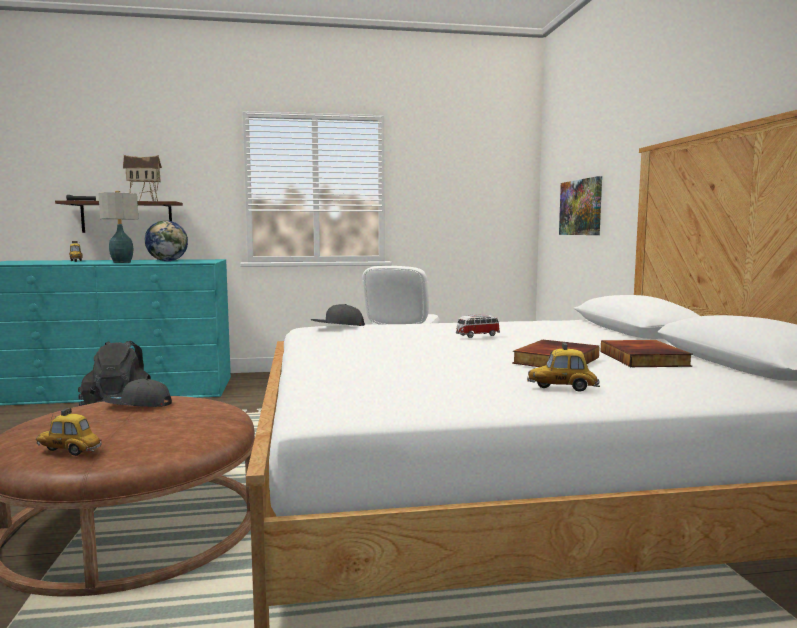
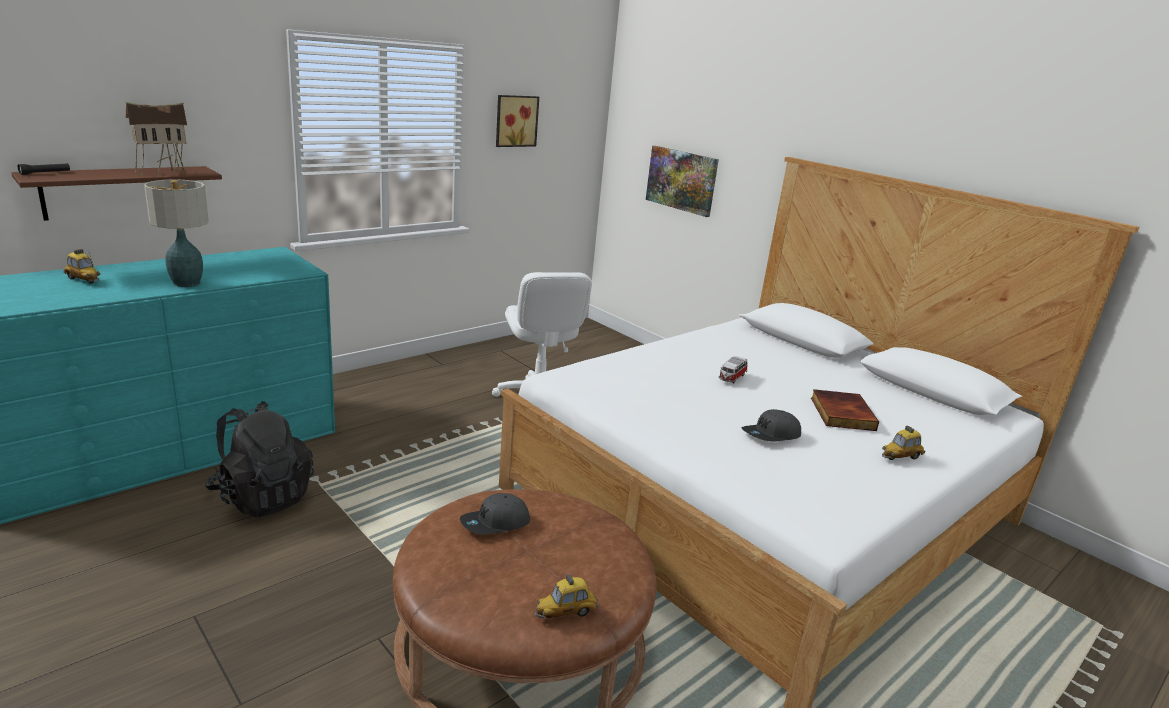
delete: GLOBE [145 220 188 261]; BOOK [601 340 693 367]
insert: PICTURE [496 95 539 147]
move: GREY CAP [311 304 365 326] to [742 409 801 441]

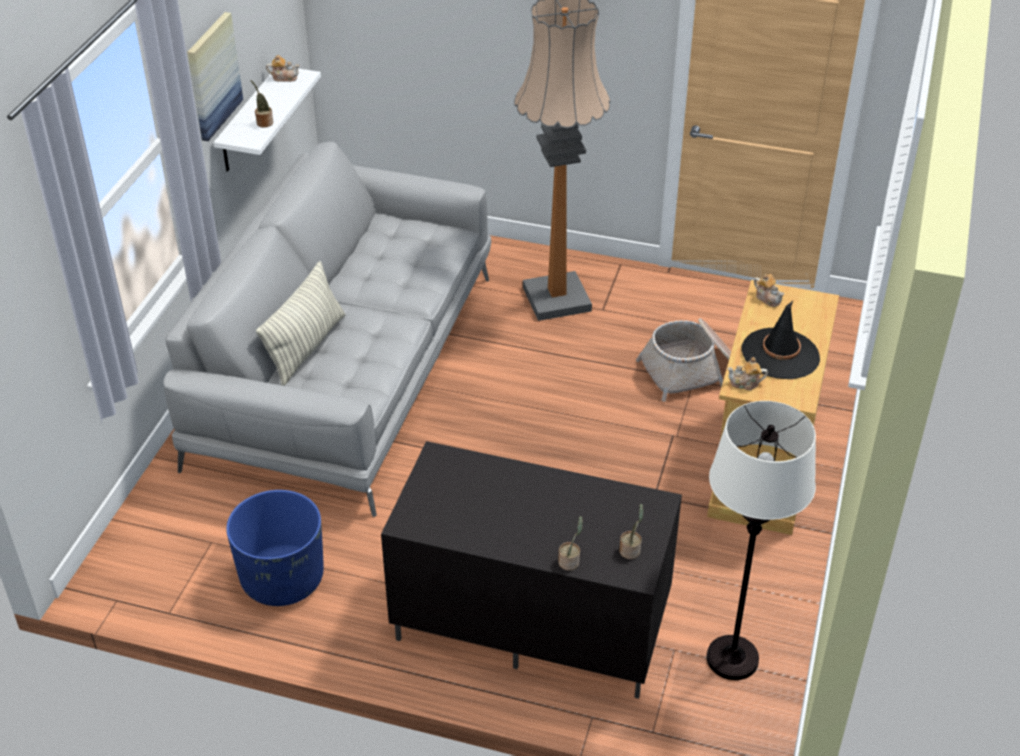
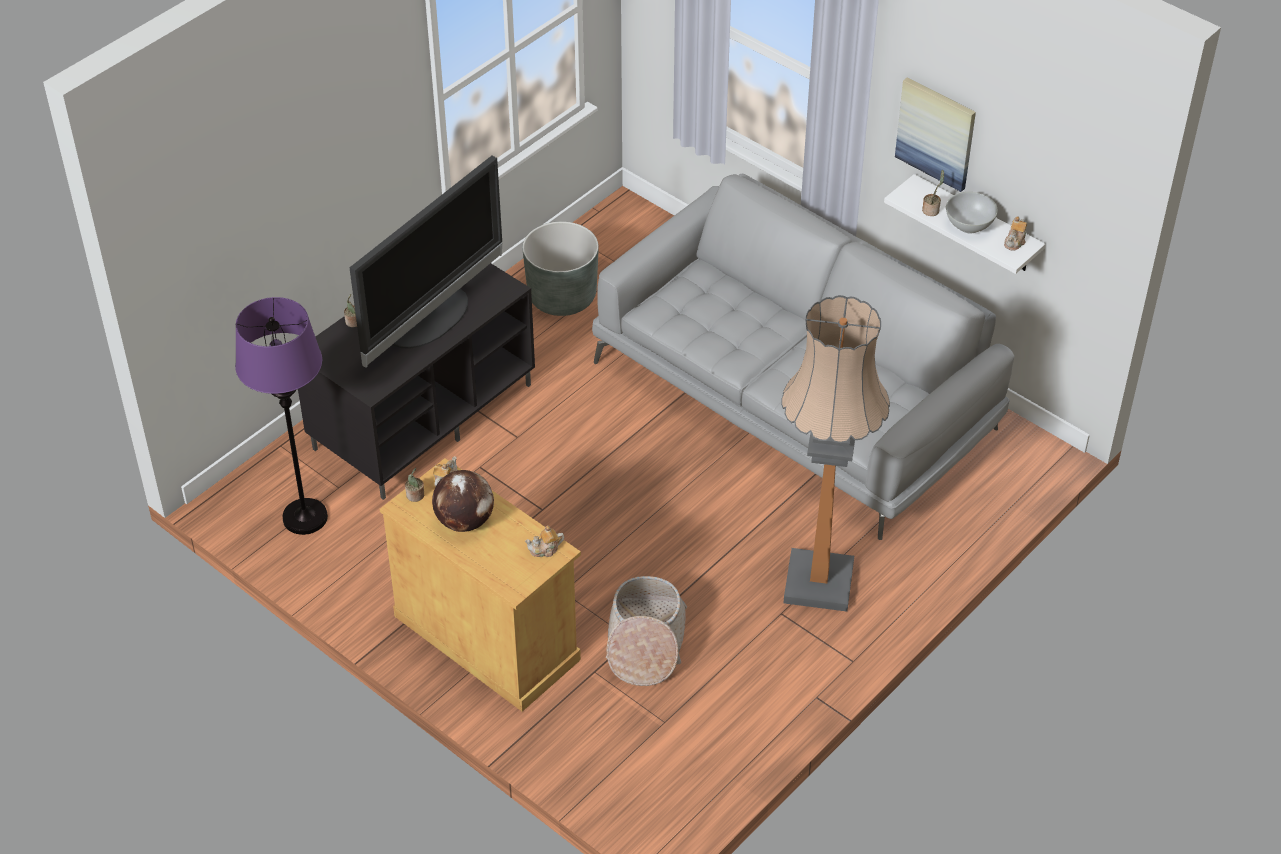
delete: PILLOW [256 261 345 386]
insert: TELEVISION [349 156 502 367]; WHITE BOWL [946 192 998 233]
move: POTTED PLANT [619 504 644 559] to [405 468 424 502]
replace: BLACK HAT [741 301 820 379] to GLOBE [432 470 494 532]
recolor: WHITE FLOOR LAMP [706 401 816 680] to PURPLE FLOOR LAMP [235 297 328 535]; BLUE PLANTER [226 490 324 606] to GREY PLANTER [522 221 599 316]

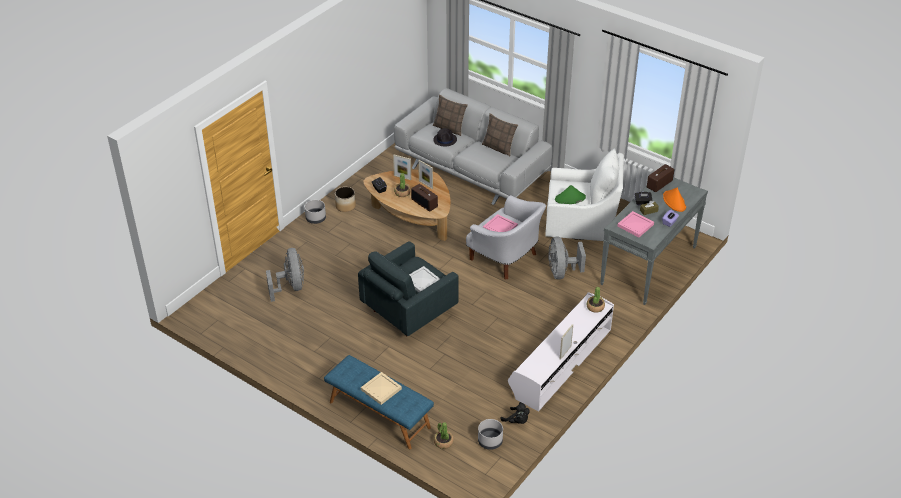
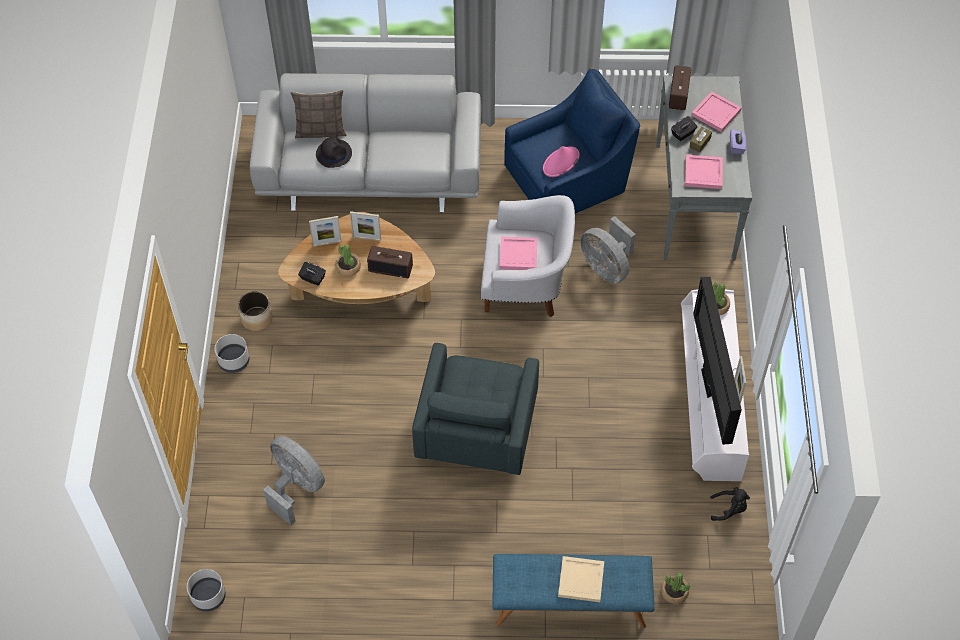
delete: PILLOW [482 113 518 156]; WHITE TRAY [409 266 440 292]
insert: TELEVISION [693 276 742 445]
move: GREY PLANTER [478 419 503 450] to [187 569 226 612]
replace: ORANGE HAT [663 188 686 212] to PINK TRAY [691 91 742 132]
recolor: WHITE ARMCHAIR [545 148 624 241] to BLUE ARMCHAIR [504 68 640 214]; GREEN HAT [555 185 586 204] to PINK HAT [543 146 580 177]

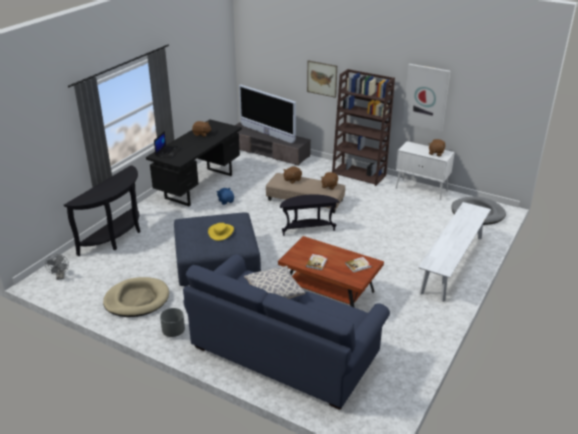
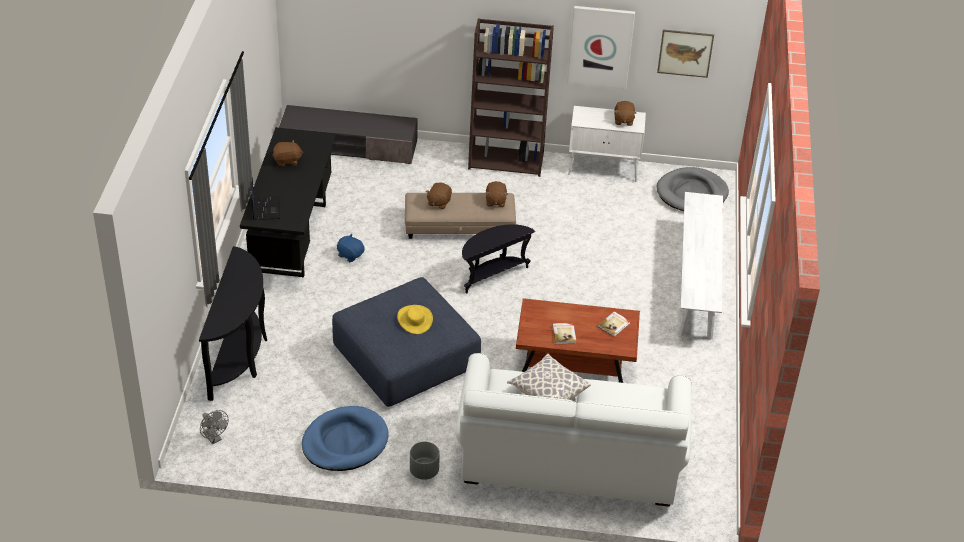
delete: TELEVISION [239 85 296 143]
move: PICTURE [307 60 337 98] to [657 30 714 78]
recolor: BLUE SOFA [183 254 390 410] to WHITE SOFA [456 353 692 507]; BEIGE DOG BED [103 277 169 317] to BLUE DOG BED [302 406 389 471]

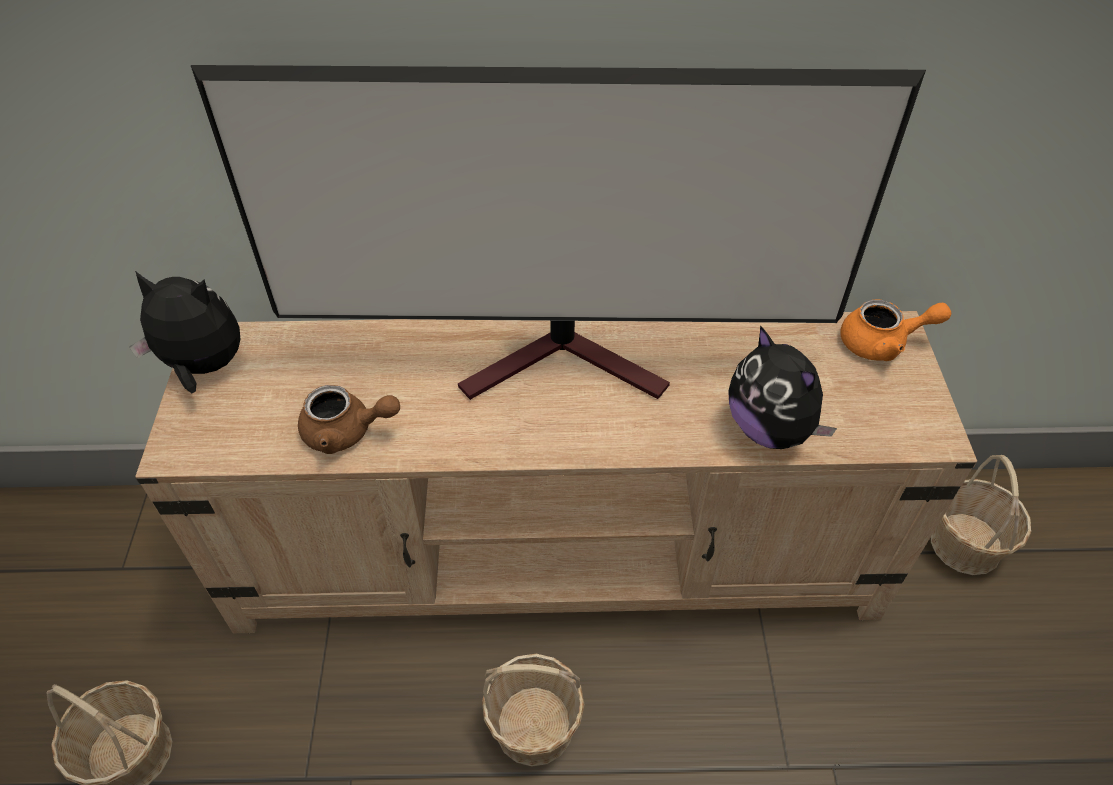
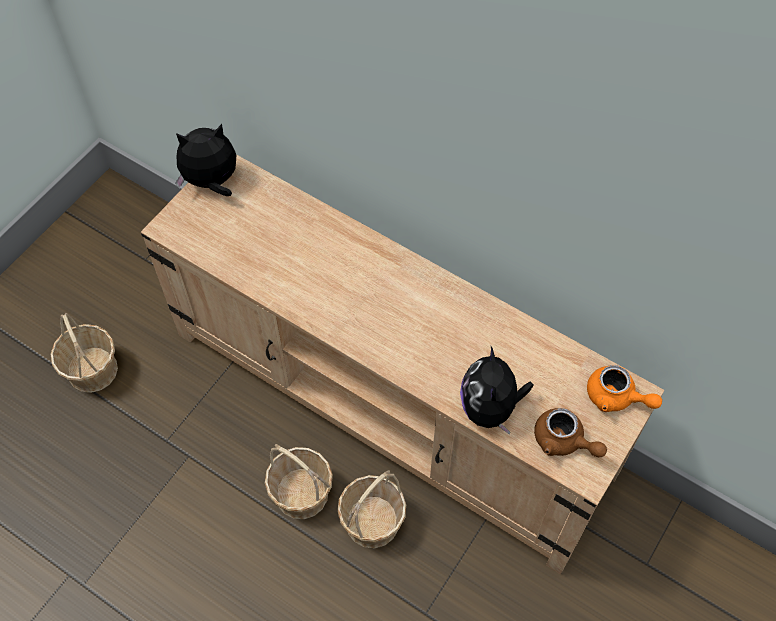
delete: TELEVISION [191 65 926 400]
move: BROWN TEAPOT [298 385 400 454] to [534 408 607 458]; BASKET [931 455 1031 575] to [337 470 406 548]
rotate: PLUSH TOY [129 271 240 393] = [176 124 236 196] 60 degrees counterclockwise

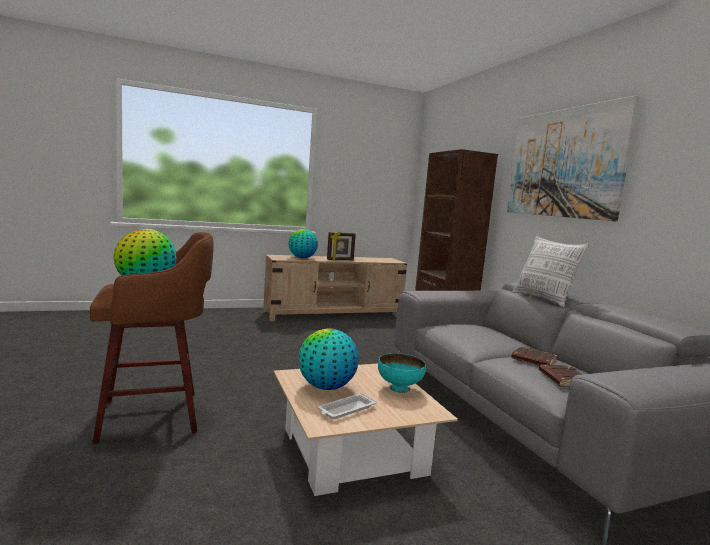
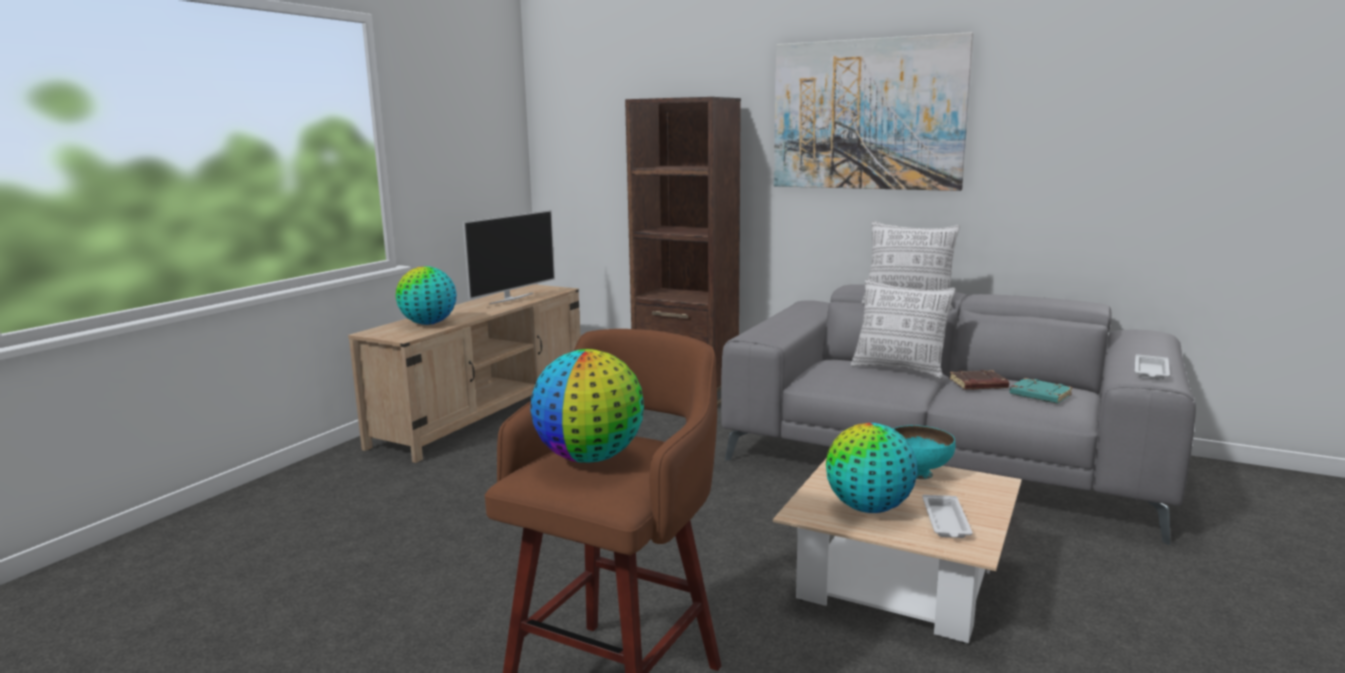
delete: PICTURE FRAME [327 232 356 261]
insert: TELEVISION [463 210 555 304]; PILLOW [851 279 956 379]; WHITE TRAY [1135 354 1170 380]
recolor: BROWN BOOK [539 364 583 387] to TURQUOISE BOOK [1010 378 1073 404]

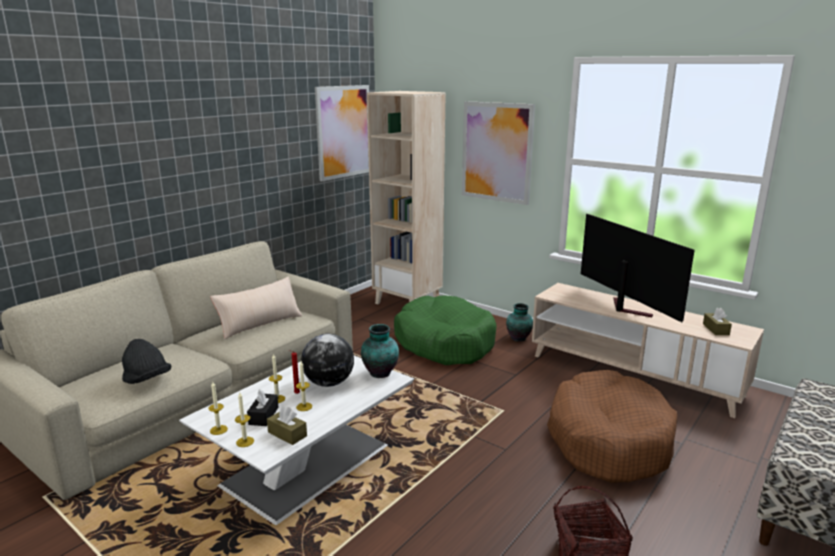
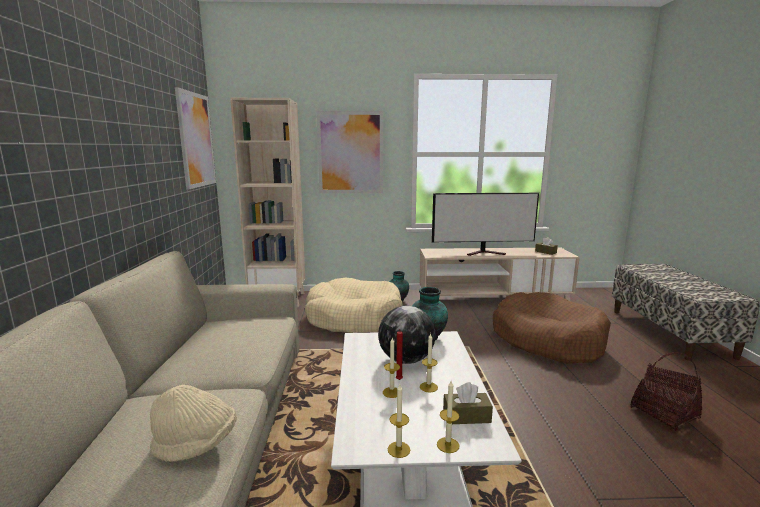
delete: BEIGE PILLOW [210 276 302 339]; BLACK TISSUE BOX [247 389 278 426]
recolor: GREEN DOG BED [394 295 497 365] to BEIGE DOG BED [305 278 403 333]; BLACK HAT [122 339 171 384] to BEIGE HAT [150 385 237 462]
rotate: TELEVISION [581 214 695 322] = [432 193 539 256] 150 degrees clockwise

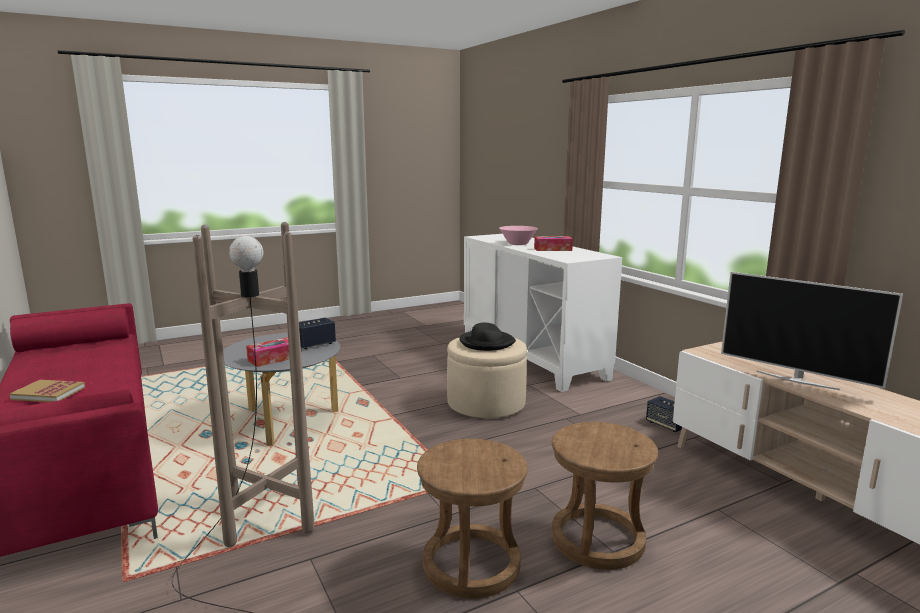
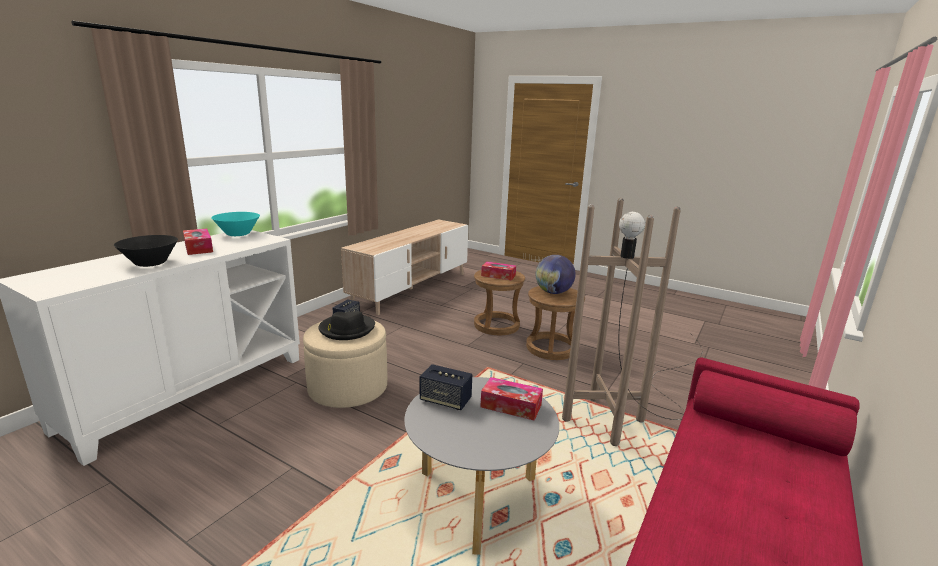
delete: TELEVISION [721 272 903 390]; BOOK [10 380 85 402]
insert: TURQUOISE BOWL [211 212 260 236]; GLOBE [536 255 576 294]; TISSUE BOX [481 262 516 280]
recolor: PINK BOWL [499 226 538 245] to BLACK BOWL [114 235 178 267]

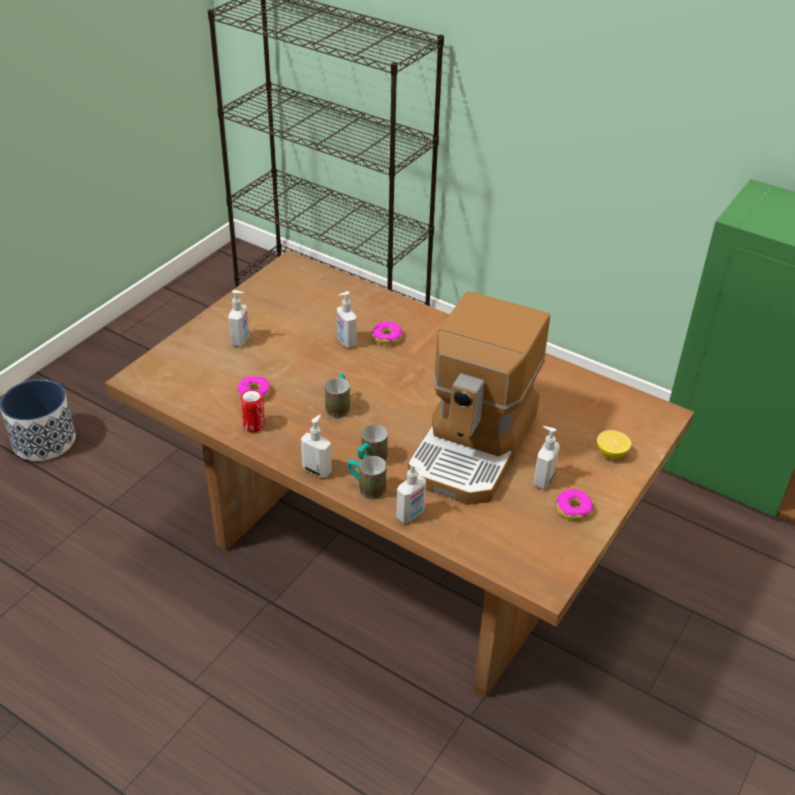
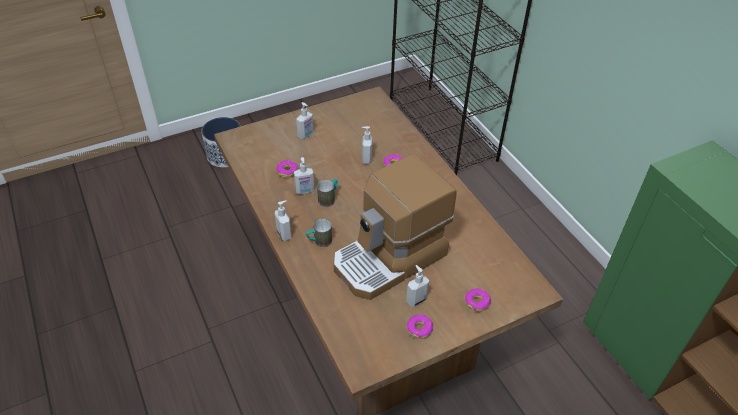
delete: CAN [240 390 265 432]; MUG [348 456 387 499]
move: SOAP DISPENSER [396 461 426 523] to [294 157 314 194]
replace: LEMON [597 430 631 459] to DONUT [465 289 491 312]

